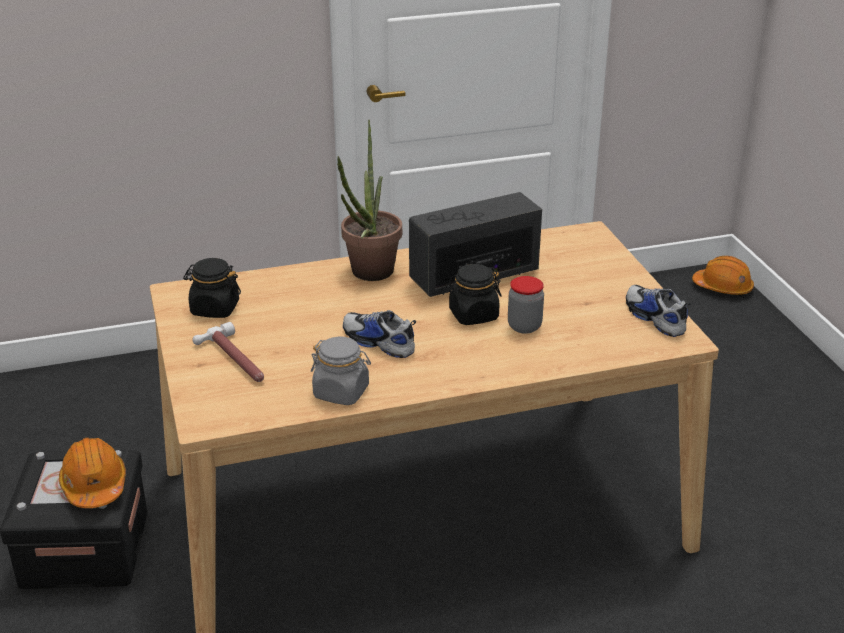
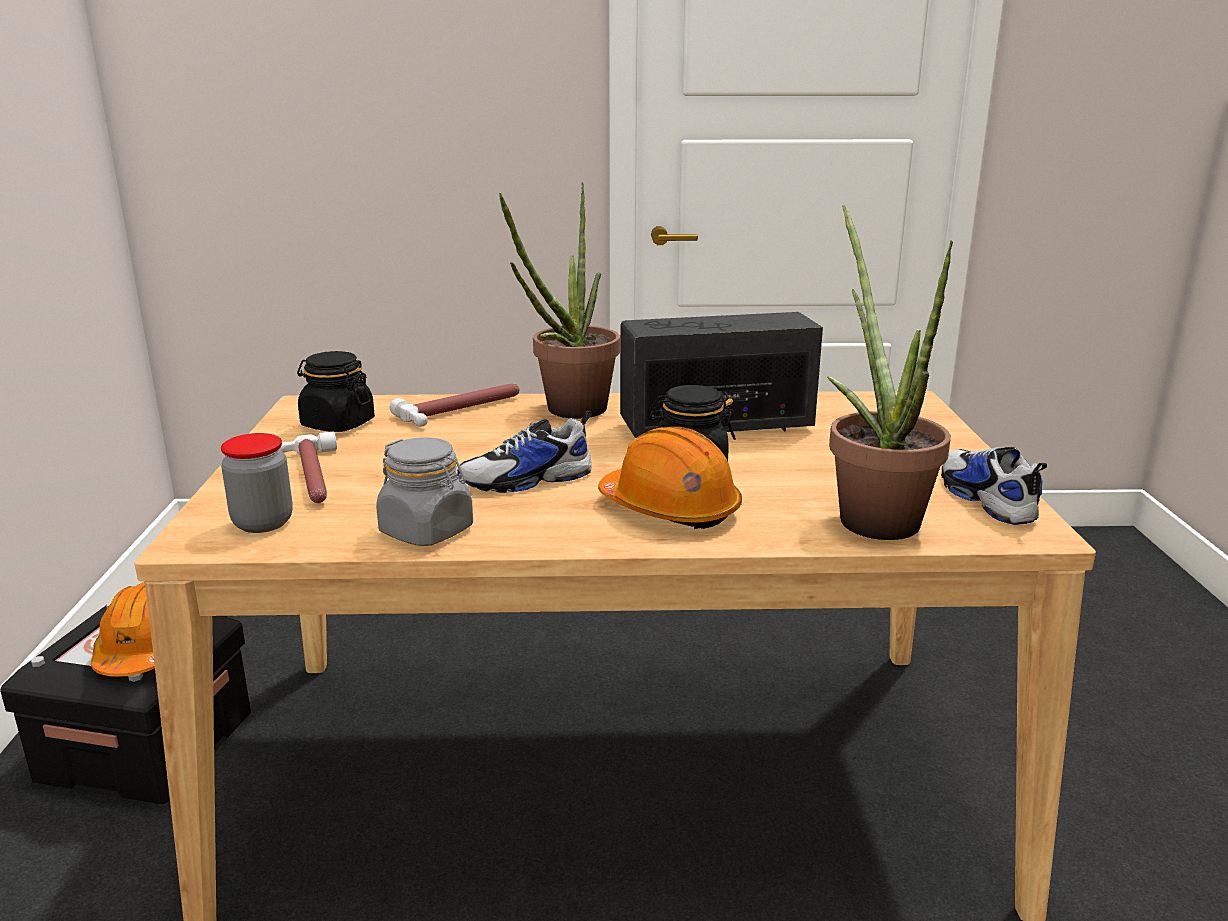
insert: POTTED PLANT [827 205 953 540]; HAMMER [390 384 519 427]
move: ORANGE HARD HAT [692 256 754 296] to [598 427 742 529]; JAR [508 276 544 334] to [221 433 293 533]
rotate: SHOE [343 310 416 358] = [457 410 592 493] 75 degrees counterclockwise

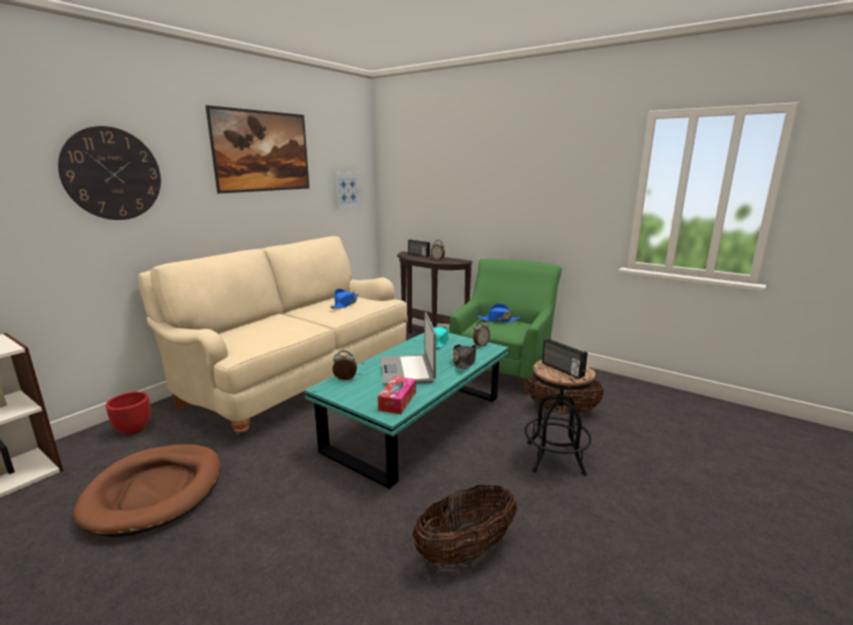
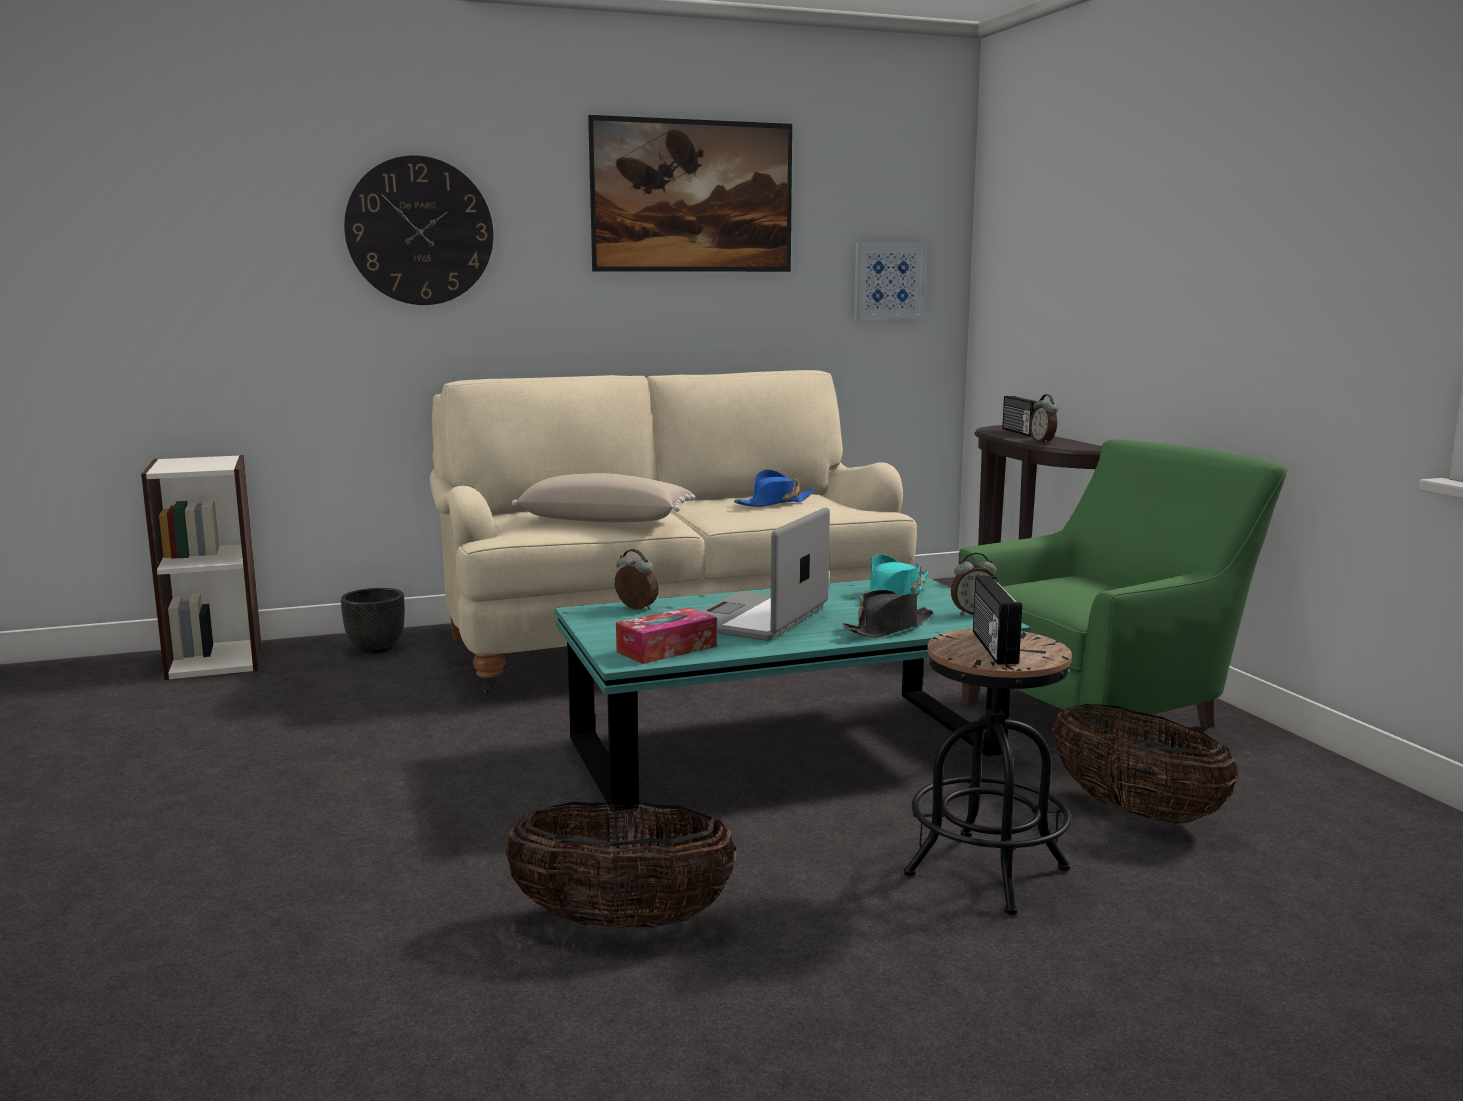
delete: BLUE HAT [477 304 522 322]; BROWN DOG BED [73 444 220 537]
insert: BEIGE PILLOW [512 473 695 522]
recolor: RED PLANTER [105 392 151 435] to BLACK PLANTER [341 588 405 654]

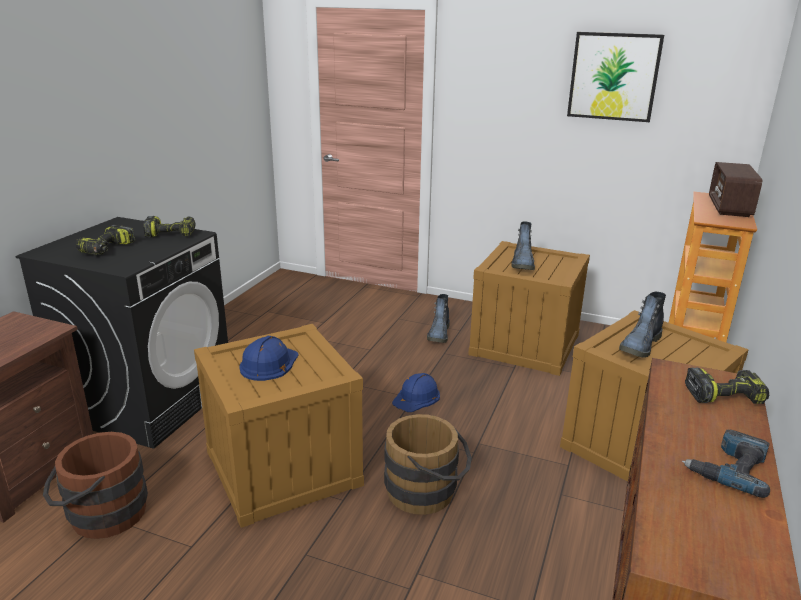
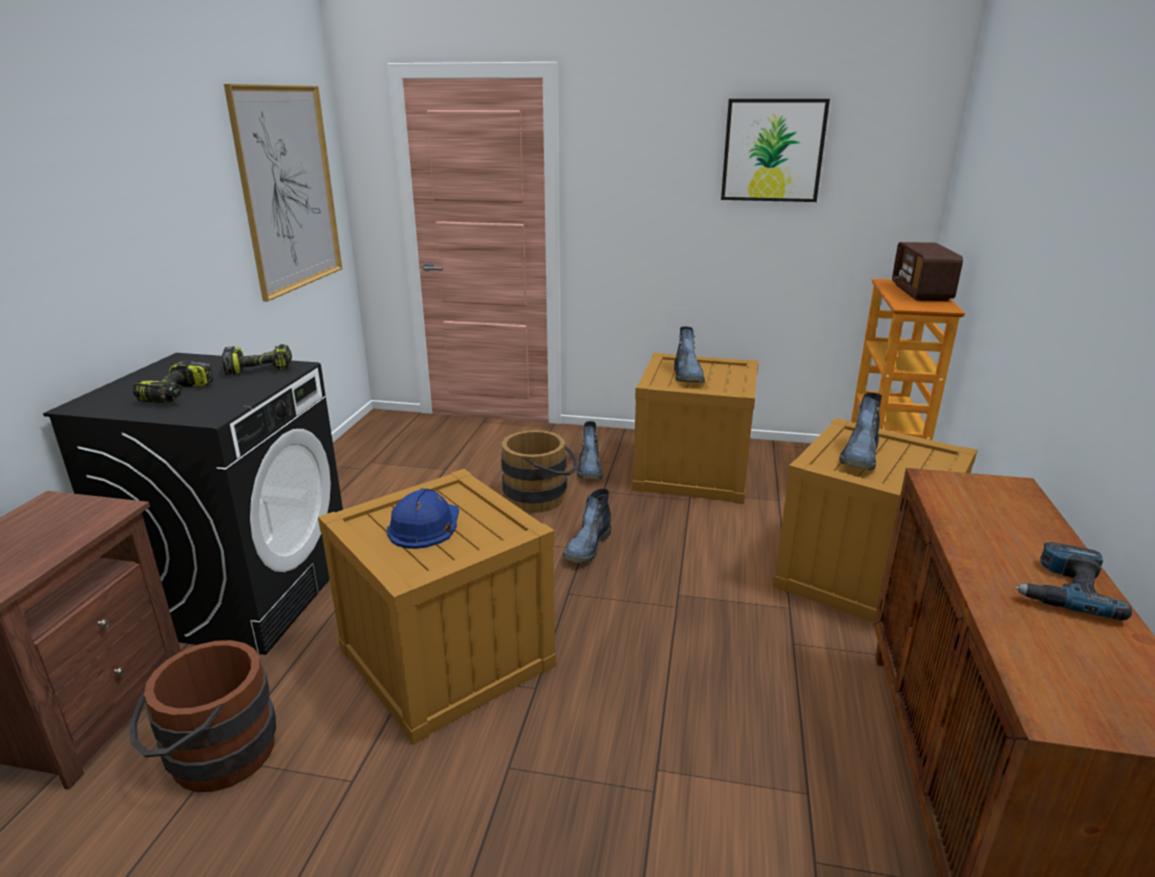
delete: POWER DRILL [685 368 769 404]
insert: PICTURE [224 84 342 301]
move: BROWN BUCKET [384 414 472 515] to [501 430 578 513]
replace: BLUE HARD HAT [392 373 440 412] to BOOT [563 489 611 563]

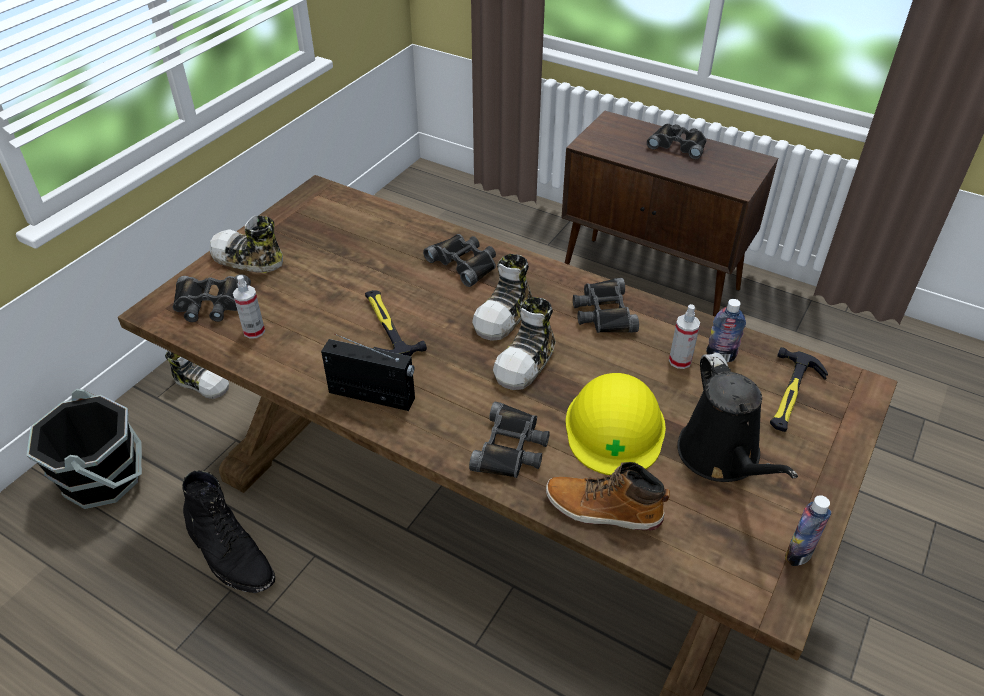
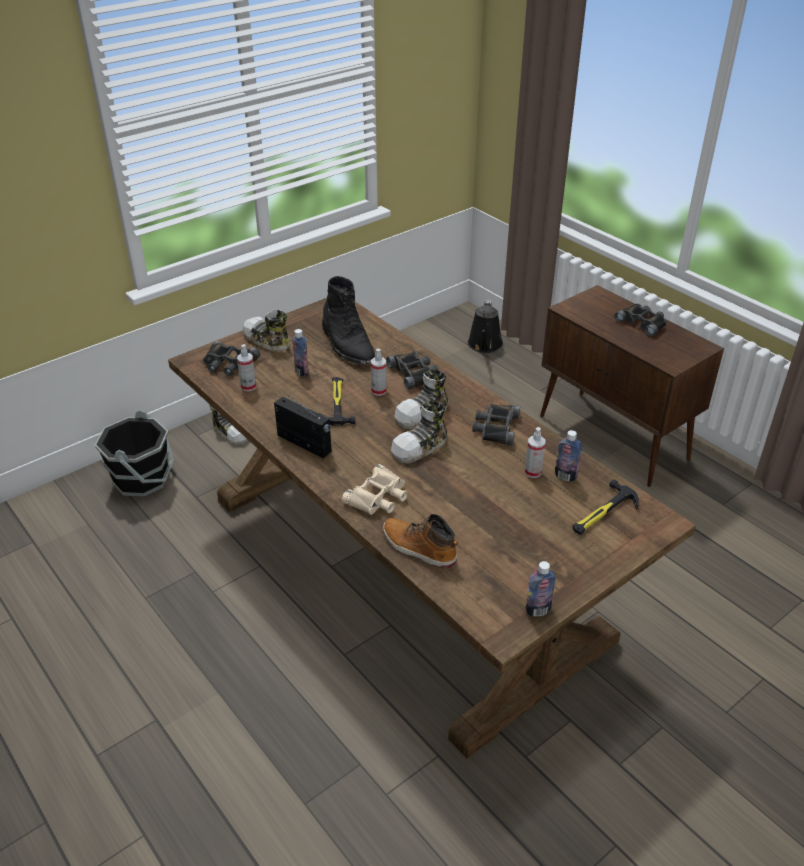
delete: YELLOW HARD HAT [566 373 666 475]
insert: BOTTLE [292 329 309 377]; SPRAY BOTTLE [371 349 387 396]
move: BLACK WATERING CAN [677 353 798 482] to [468 300 503 353]; BLACK BOOT [182 471 275 593] to [322 276 375 364]
recolor: BLACK BINOCULARS [469 402 550 478] to BEIGE BINOCULARS [342 464 408 515]

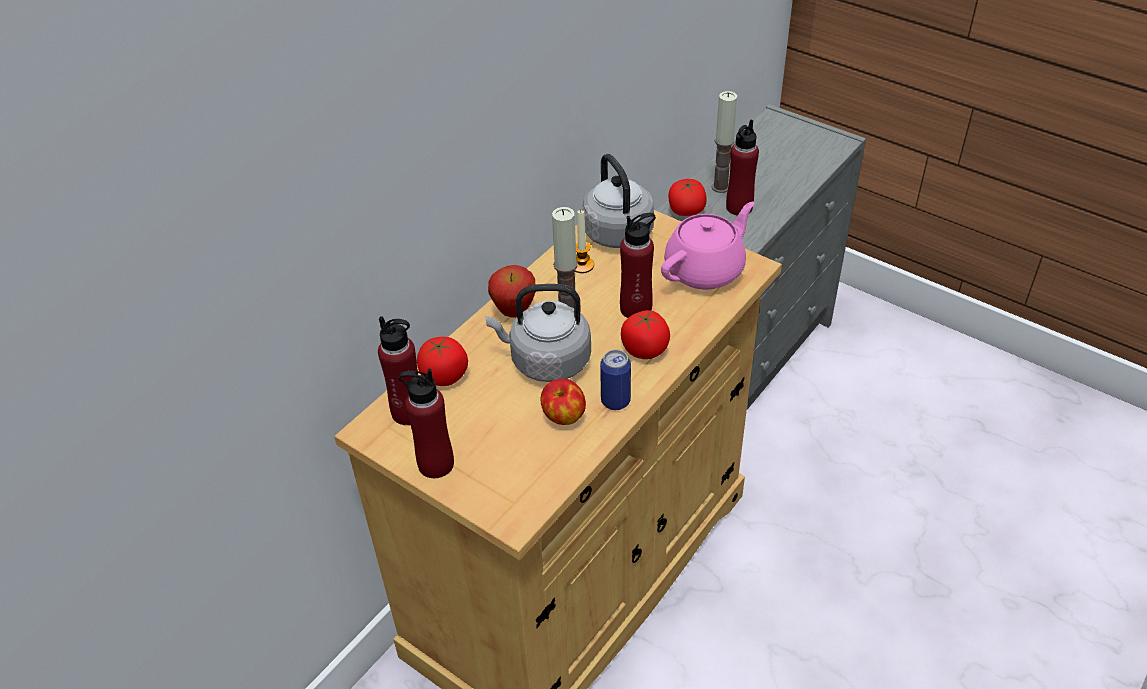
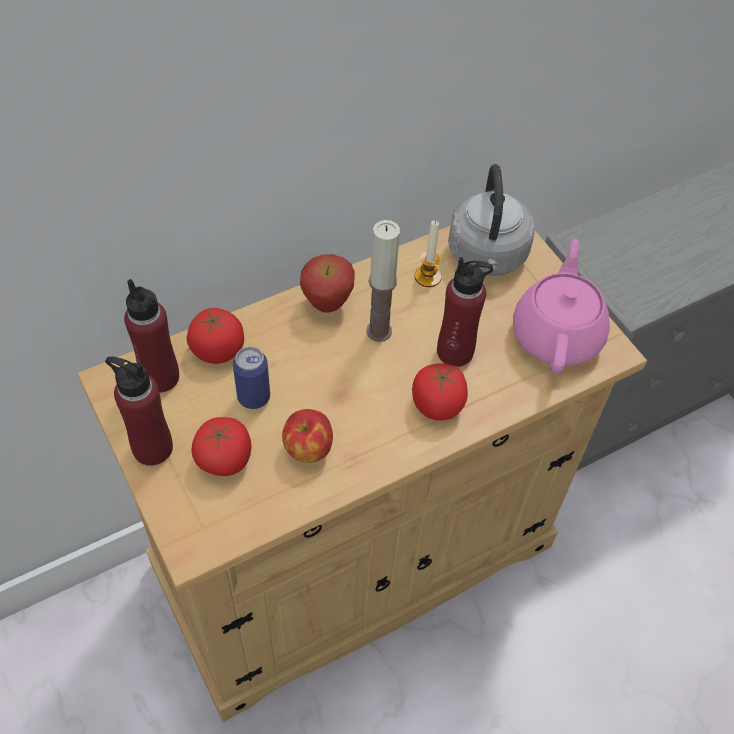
delete: CANDLE [712 91 737 193]; RED BOTTLE [726 120 759 215]; GREY KETTLE [485 284 591 382]
move: TOMATO [668 179 706 216] to [191 417 251 476]; CAN [600 350 631 410] to [233 346 270 409]
rotate: PINK TEAPOT [661 202 755 290] = [513 239 610 373] 60 degrees counterclockwise

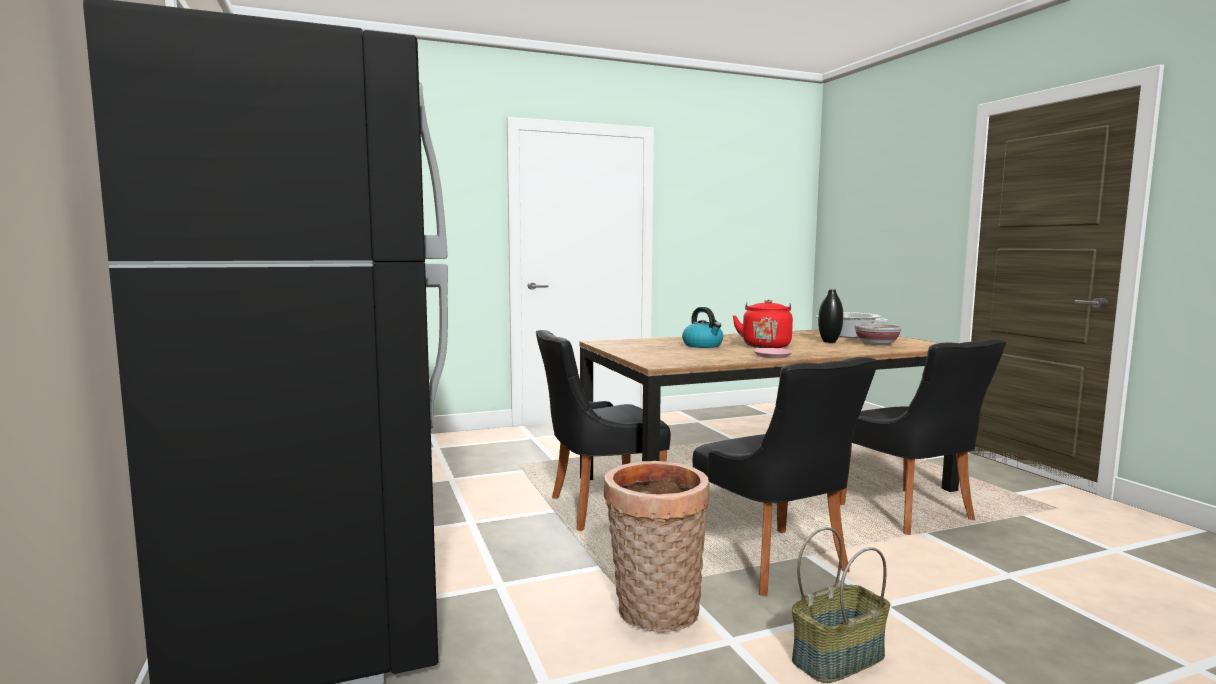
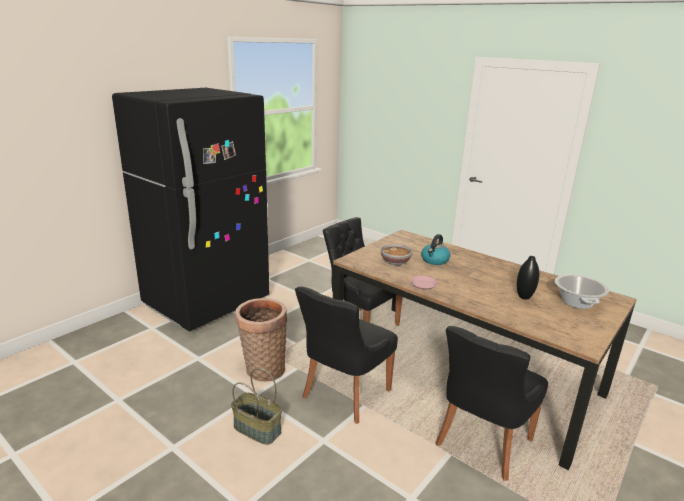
delete: RED KETTLE [732 300 793 348]
move: BOWL [855 323 902 345] to [381 244 413 265]

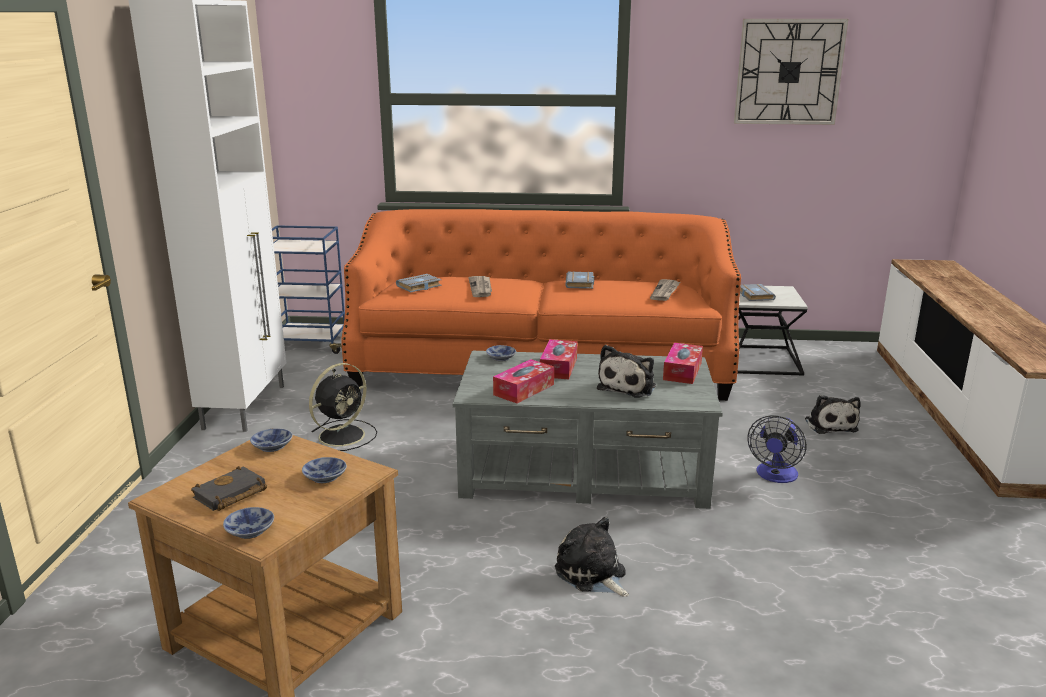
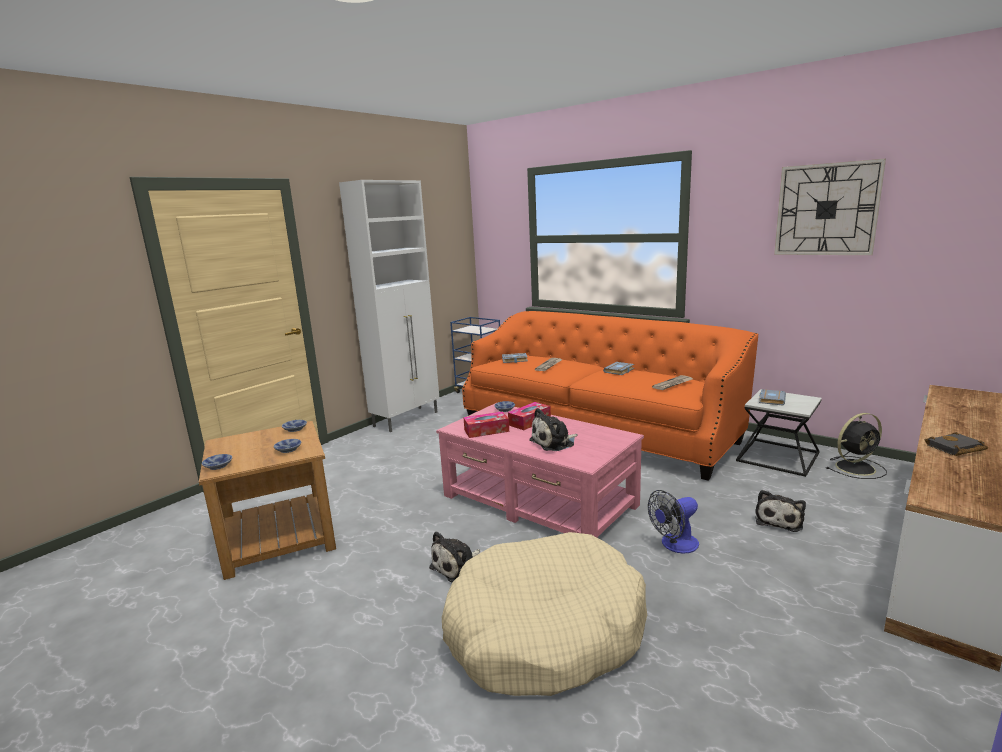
delete: TISSUE BOX [663 343 703 384]
insert: BEIGE DOG BED [442 532 647 696]
move: BLACK FAN [309 363 377 451] to [826 413 887 479]; BLACK BOOK [191 466 267 511] to [925 432 988 456]
recolor: GREY COFFEE TABLE [453 351 723 509] to PINK COFFEE TABLE [436 403 644 538]
rotate: PLUSH TOY [555 517 629 597] = [429 531 480 582] 135 degrees counterclockwise

